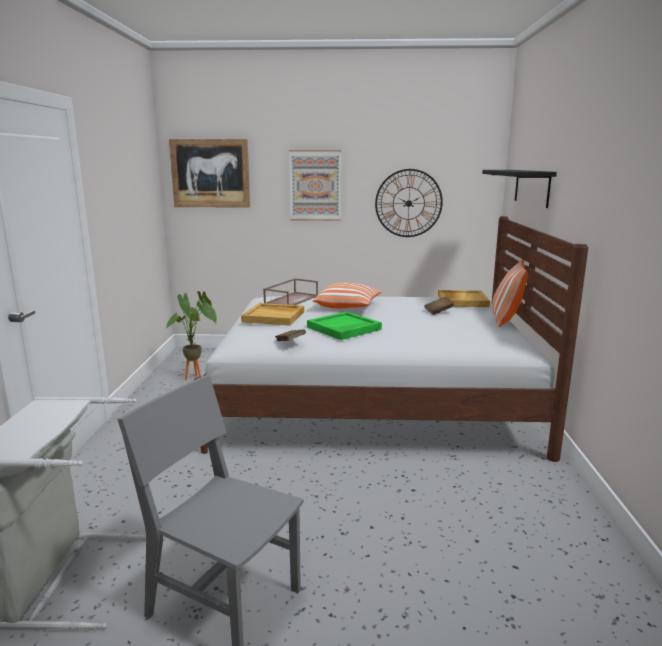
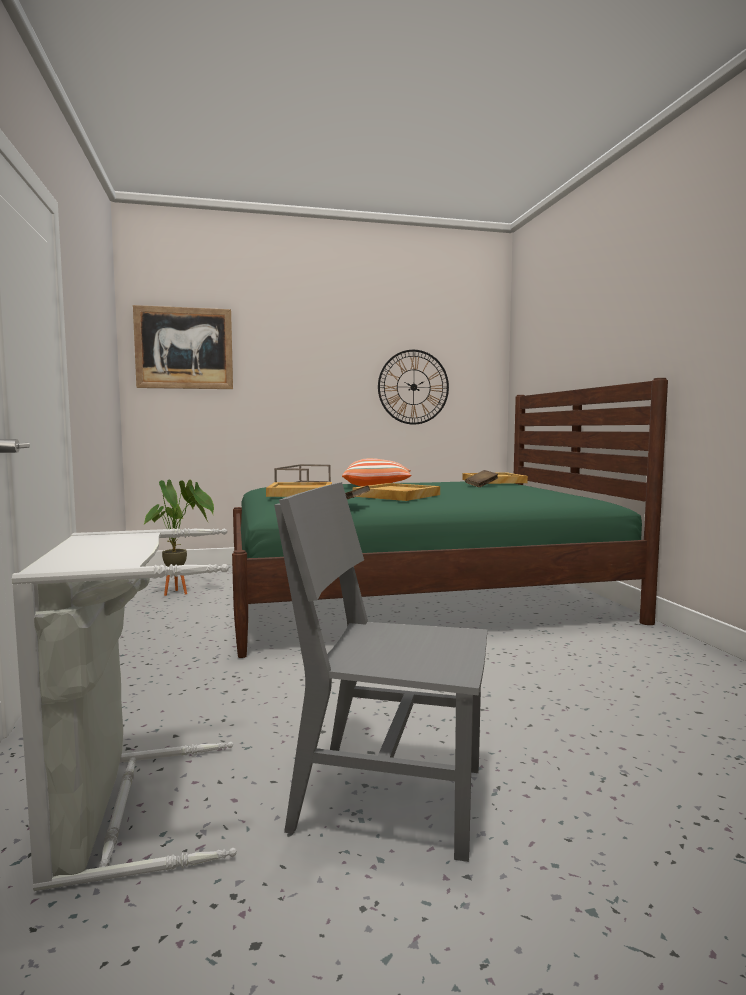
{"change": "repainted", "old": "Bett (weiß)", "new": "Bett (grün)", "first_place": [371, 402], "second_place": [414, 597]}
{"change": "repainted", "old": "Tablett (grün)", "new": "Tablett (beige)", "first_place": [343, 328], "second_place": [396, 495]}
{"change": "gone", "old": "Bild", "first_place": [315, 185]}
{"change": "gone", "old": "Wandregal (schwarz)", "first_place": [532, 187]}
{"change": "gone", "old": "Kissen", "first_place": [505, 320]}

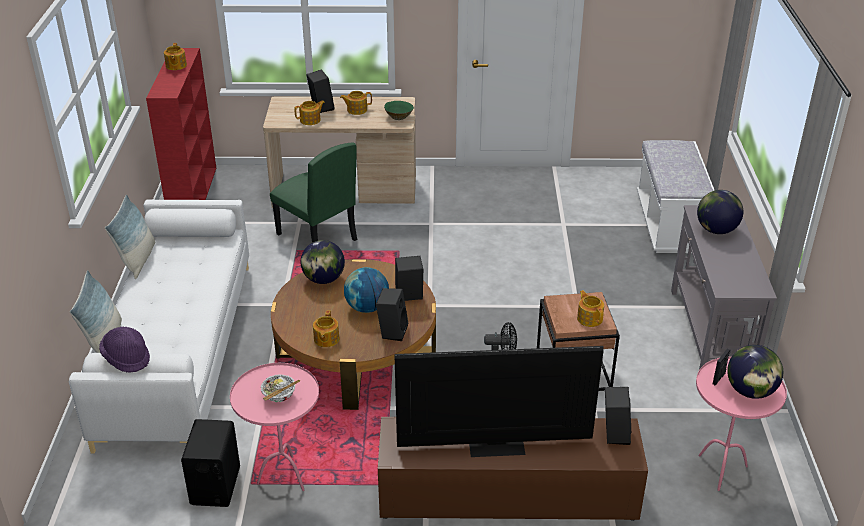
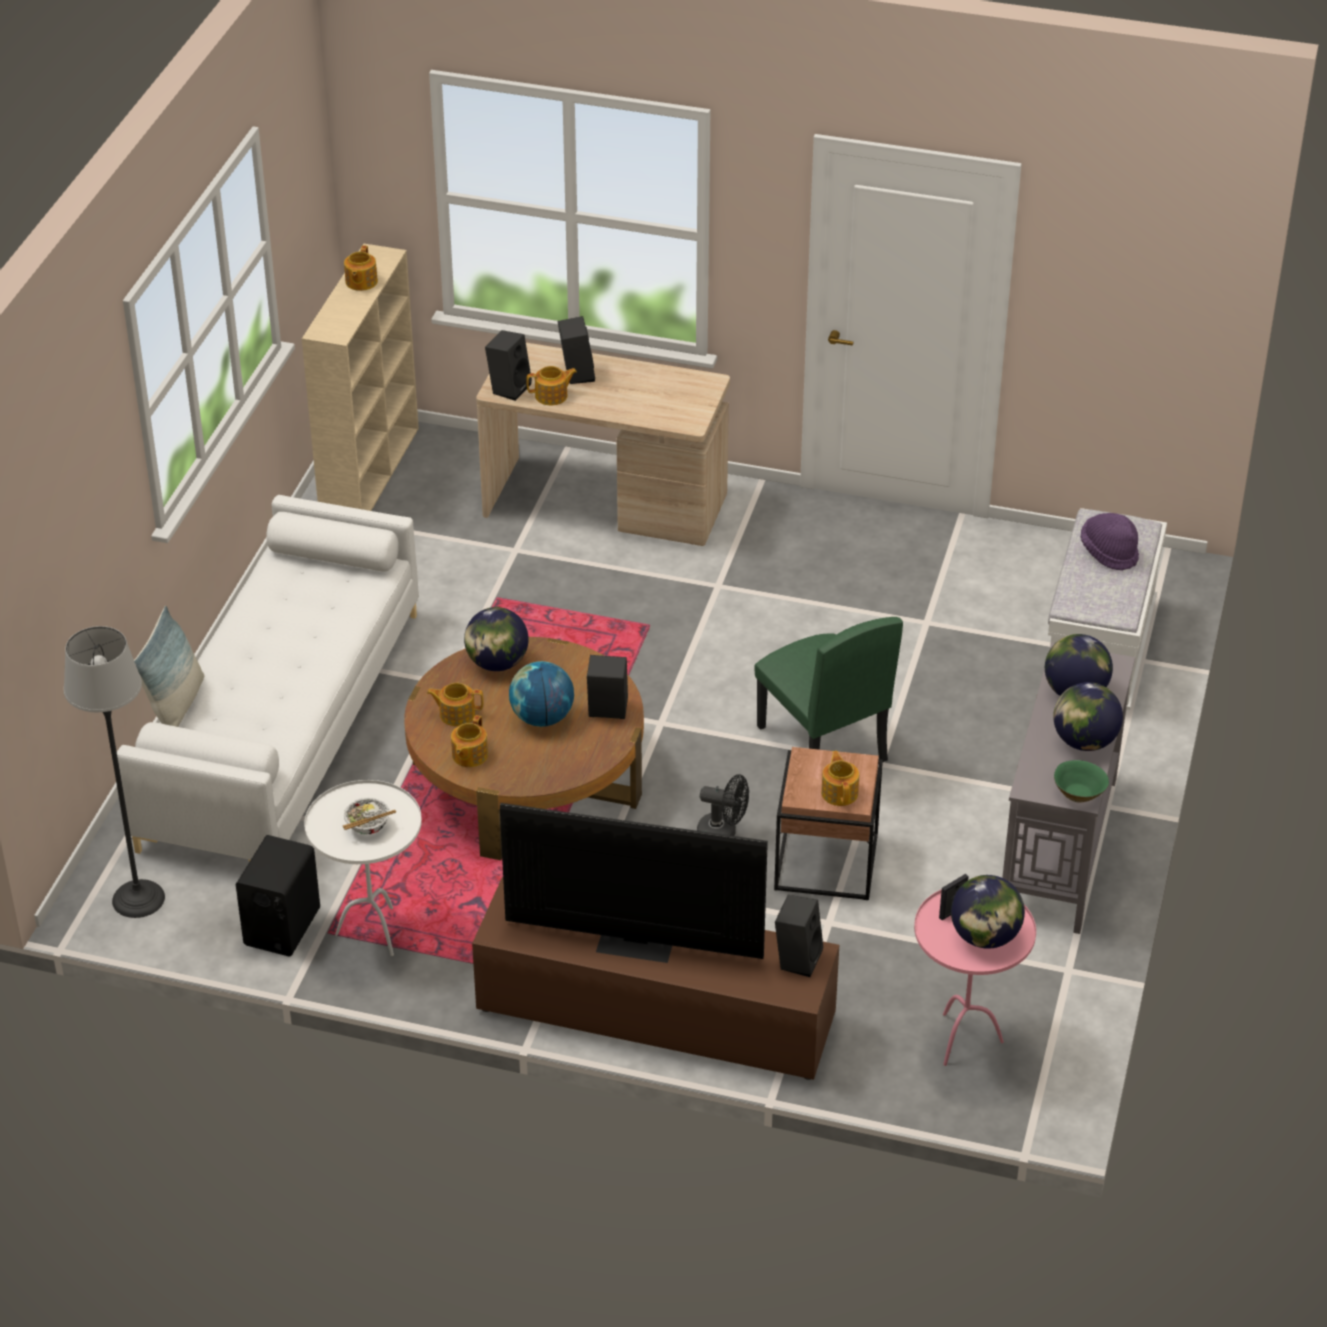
{"change": "new", "new": "Stehlampe", "second_place": [138, 898]}
{"change": "repainted", "old": "Bücherregal (rot)", "new": "Bücherregal (beige)", "first_place": [193, 194], "second_place": [370, 472]}
{"change": "repainted", "old": "Beistelltisch (rosa)", "new": "Beistelltisch (weiß)", "first_place": [284, 477], "second_place": [373, 932]}
{"change": "shifted", "old": "Teekanne", "first_place": [356, 110], "second_place": [456, 714]}
{"change": "shifted", "old": "Lautsprecher (schwarz)", "first_place": [392, 331], "second_place": [509, 387]}
{"change": "shifted", "old": "Stuhl (grün)", "first_place": [316, 237], "second_place": [821, 744]}
{"change": "new", "new": "Globus", "second_place": [1084, 741]}
{"change": "shifted", "old": "Schüssel (grün)", "first_place": [399, 117], "second_place": [1079, 793]}
{"change": "shifted", "old": "Hut (lila)", "first_place": [127, 358], "second_place": [1109, 552]}
{"change": "gone", "old": "Kissen", "first_place": [138, 260]}

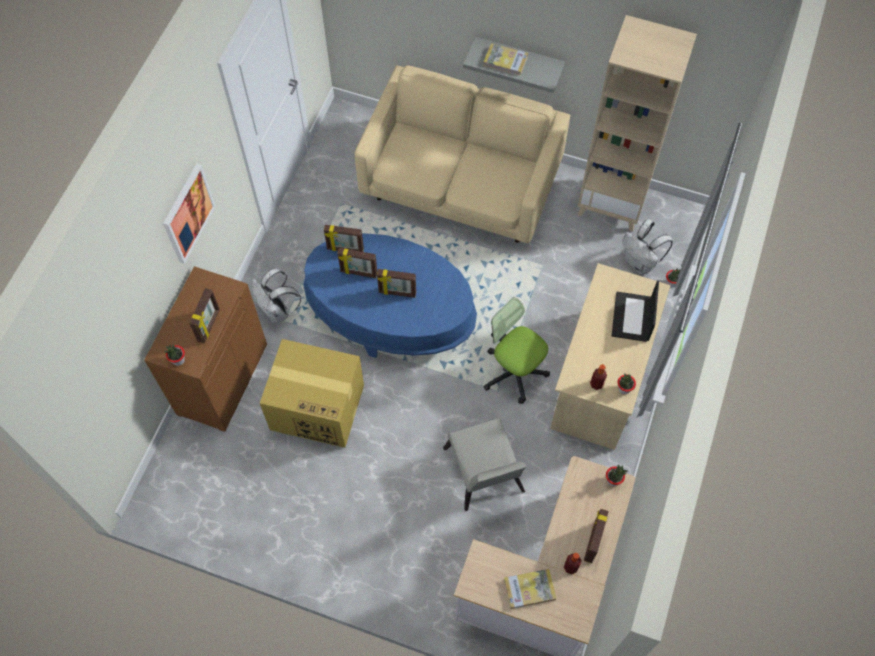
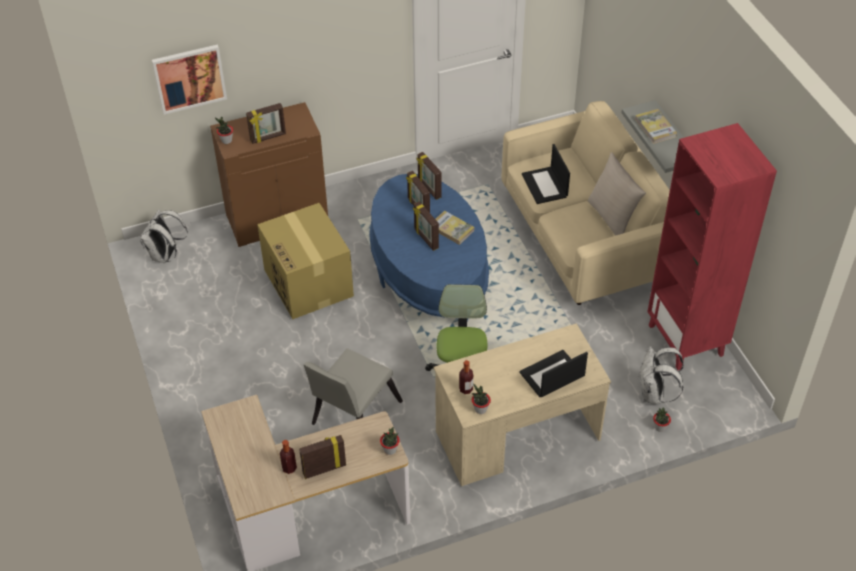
{"change": "shifted", "old": "Rucksack (weiß)", "first_place": [277, 311], "second_place": [166, 255]}
{"change": "shifted", "old": "Bild", "first_place": [187, 213], "second_place": [189, 78]}
{"change": "shifted", "old": "Buch", "first_place": [529, 589], "second_place": [451, 229]}
{"change": "new", "new": "Laptop", "second_place": [545, 186]}
{"change": "new", "new": "Kissen (beige)", "second_place": [612, 218]}
{"change": "repainted", "old": "Bücherregal (beige)", "new": "Bücherregal (rot)", "first_place": [612, 204], "second_place": [686, 340]}

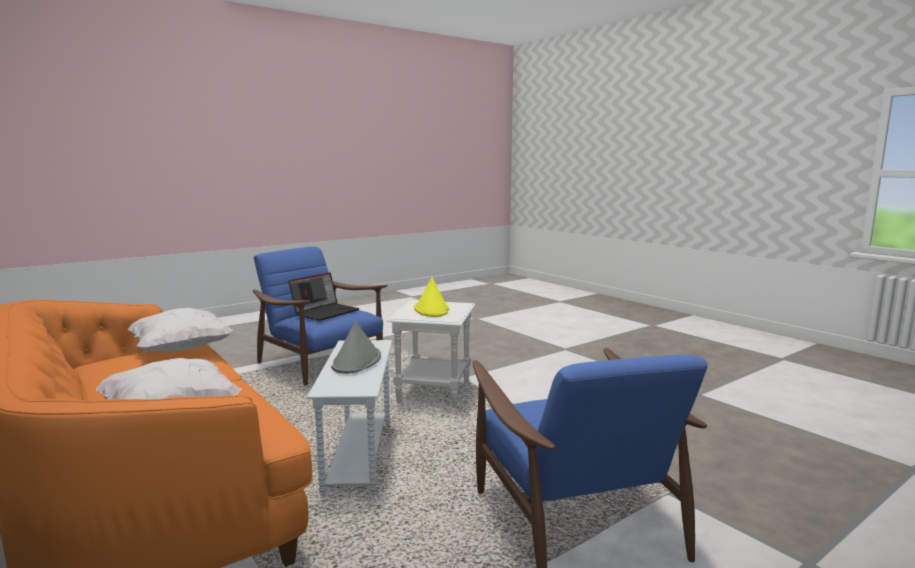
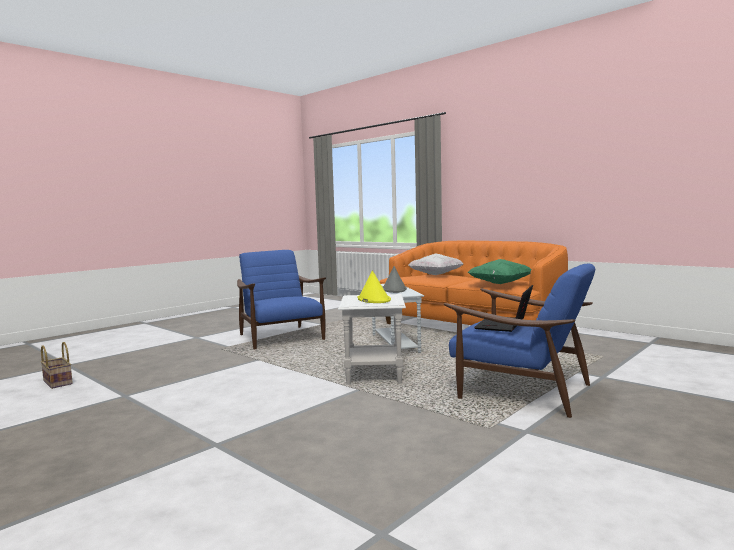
{"change": "new", "new": "Korb", "second_place": [56, 382]}
{"change": "repainted", "old": "Kissen (weiß)", "new": "Kissen (grün)", "first_place": [182, 350], "second_place": [500, 284]}

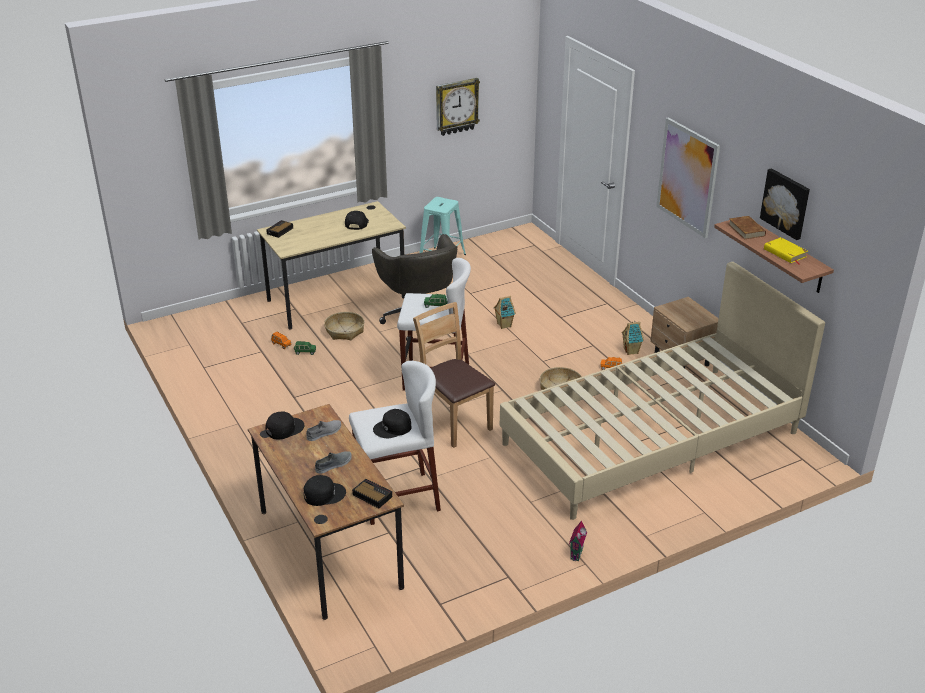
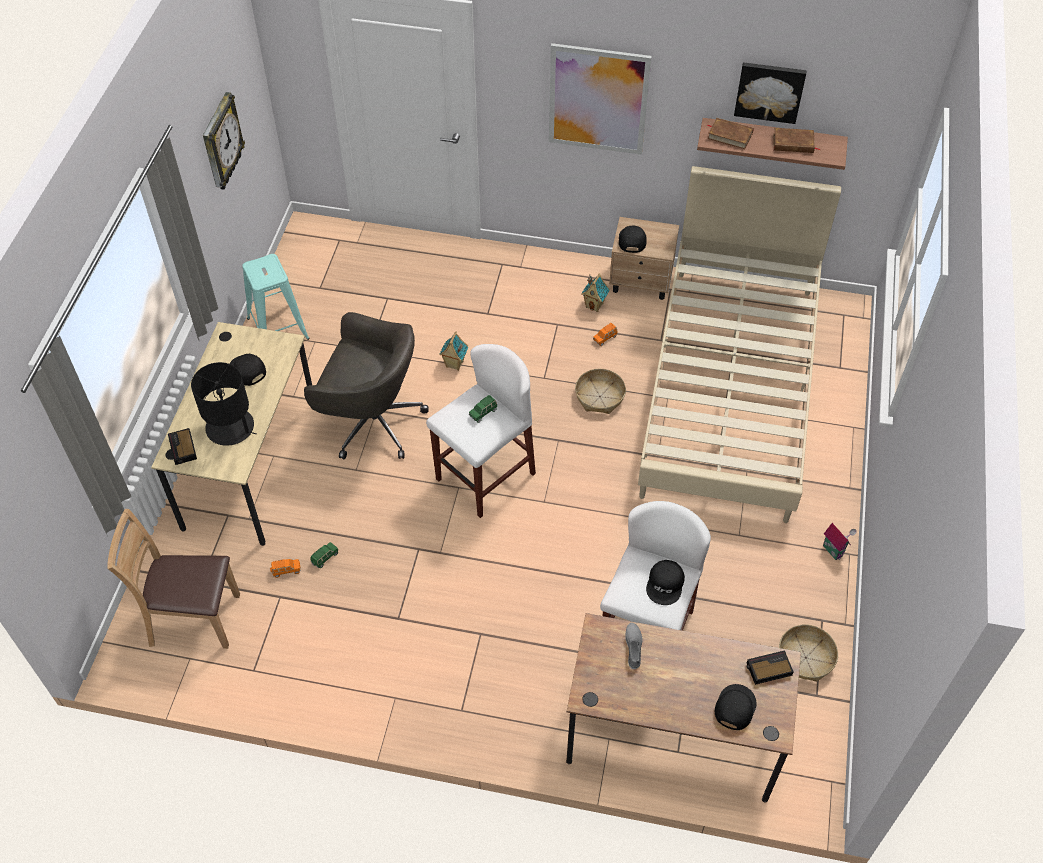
{"change": "shifted", "old": "Stuhl (braun)", "first_place": [454, 422], "second_place": [193, 618]}
{"change": "new", "new": "Tischlampe (schwarz)", "second_place": [230, 427]}
{"change": "shifted", "old": "Kappe (schwarz)", "first_place": [284, 428], "second_place": [631, 240]}
{"change": "repainted", "old": "Buch (gelb)", "new": "Buch (braun)", "first_place": [785, 253], "second_place": [793, 143]}
{"change": "shifted", "old": "Korb", "first_place": [344, 331], "second_place": [805, 658]}
{"change": "gone", "old": "Schuh (grau)", "first_place": [334, 464]}

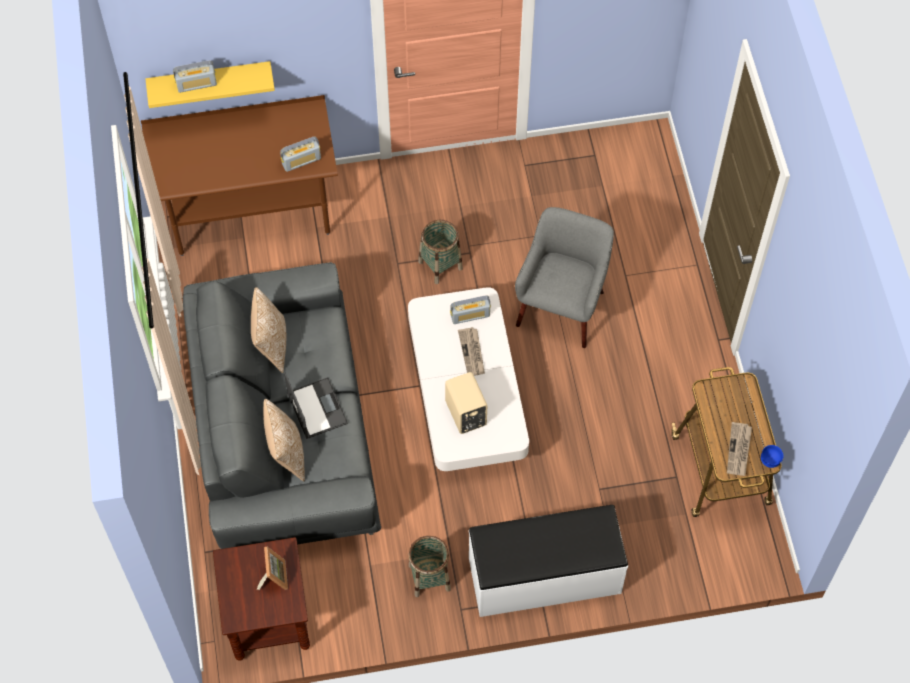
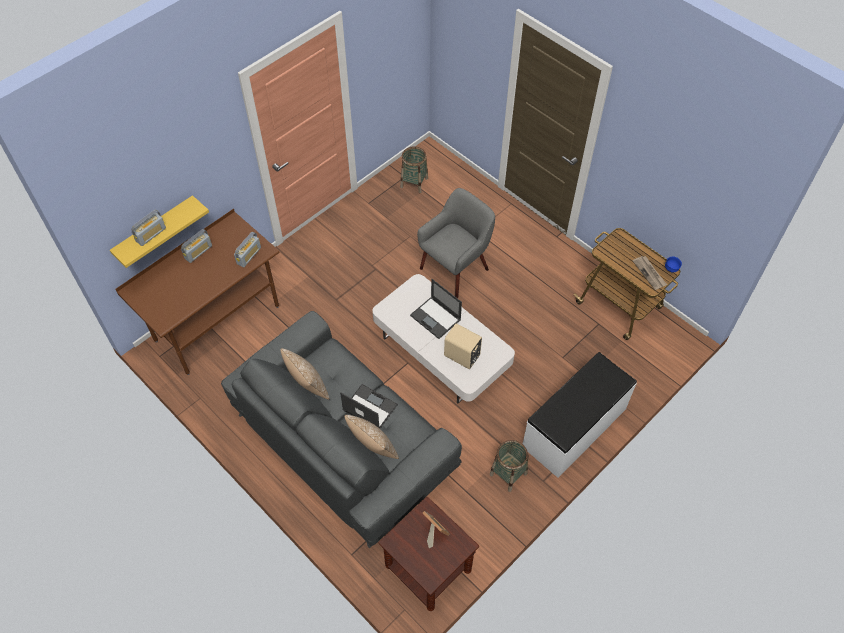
{"change": "shifted", "old": "Radio", "first_place": [470, 315], "second_place": [198, 252]}
{"change": "shifted", "old": "Korb", "first_place": [440, 265], "second_place": [414, 182]}
{"change": "swapped", "old": "Zeitung", "new": "Laptop", "first_place": [472, 353], "second_place": [436, 318]}
{"change": "rotated", "old": "Sessel (grau)", "first_place": [561, 308], "second_place": [455, 269], "degrees": 60}

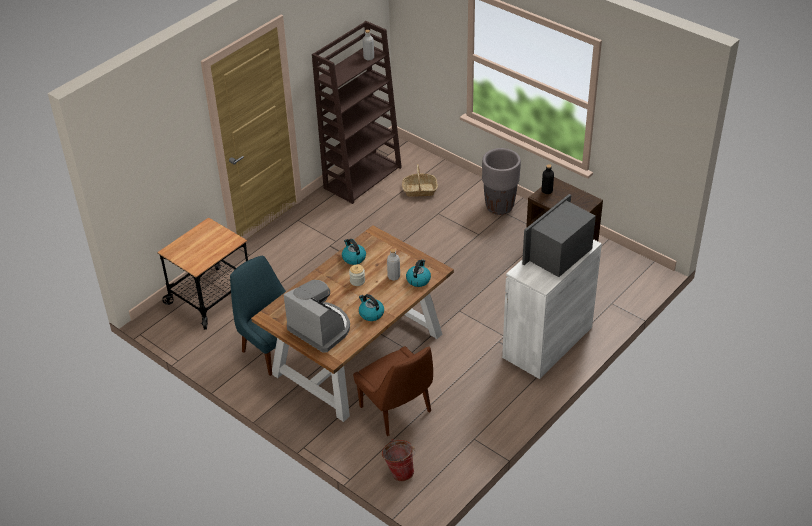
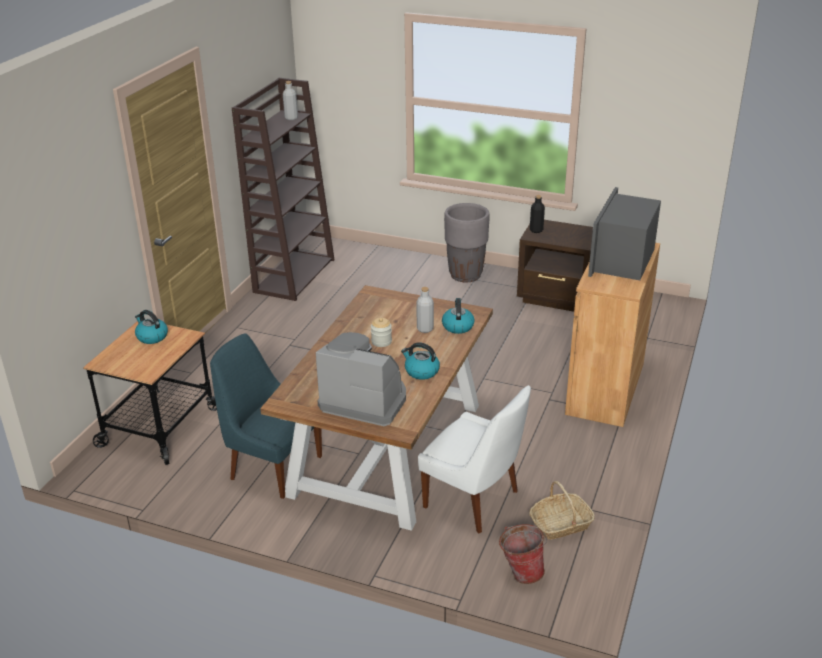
{"change": "shifted", "old": "Wasserkessel", "first_place": [353, 258], "second_place": [151, 337]}
{"change": "repainted", "old": "Stuhl (braun)", "new": "Stuhl (weiß)", "first_place": [397, 411], "second_place": [474, 501]}
{"change": "shifted", "old": "Korb", "first_place": [419, 190], "second_place": [561, 524]}
{"change": "repainted", "old": "Schrank (weiß)", "new": "Schrank (braun)", "first_place": [547, 342], "second_place": [605, 388]}

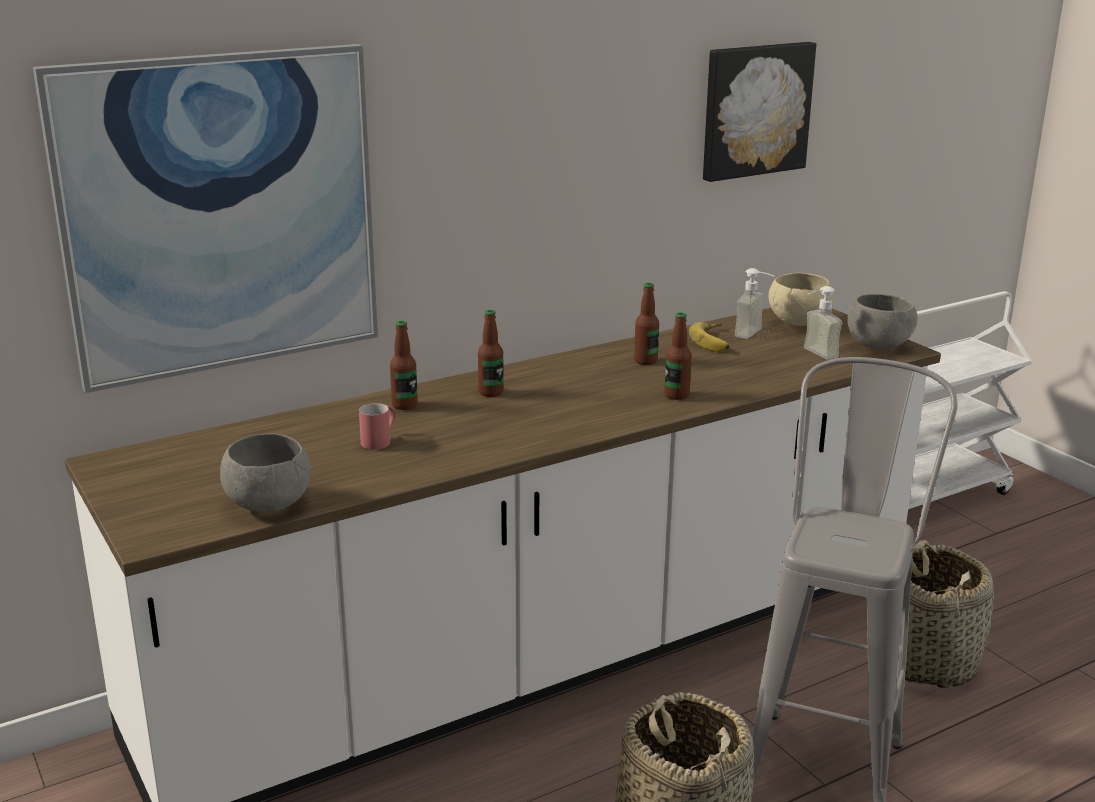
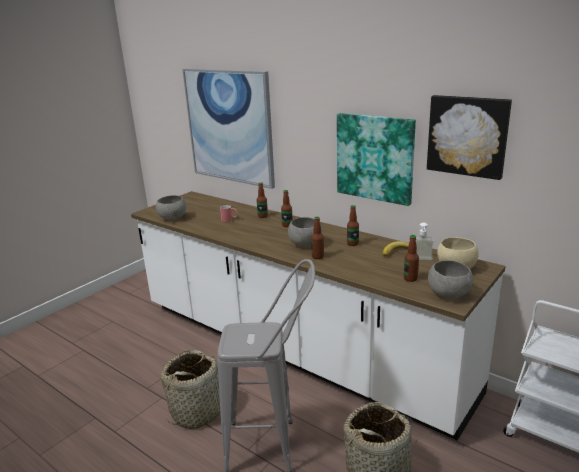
{"change": "new", "new": "Schüssel (grau)", "second_place": [305, 244]}
{"change": "new", "new": "Bild", "second_place": [375, 157]}
{"change": "swapped", "old": "Seifenspender", "new": "Flasche", "first_place": [814, 354], "second_place": [410, 279]}

